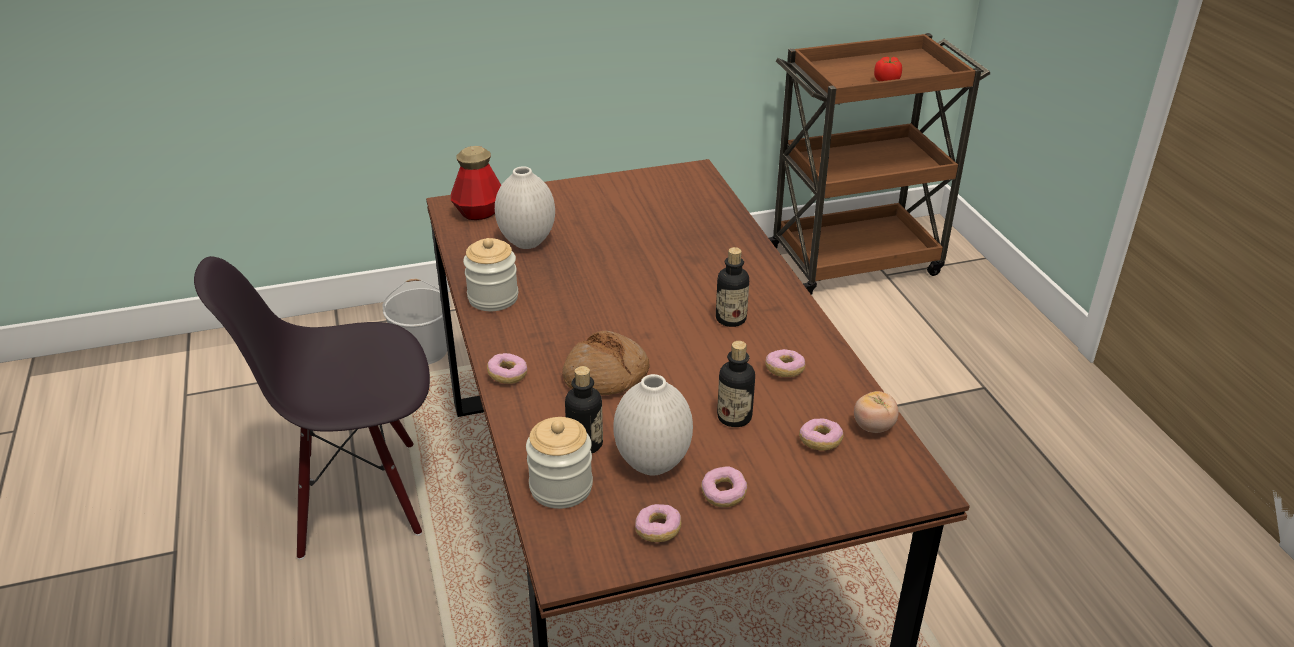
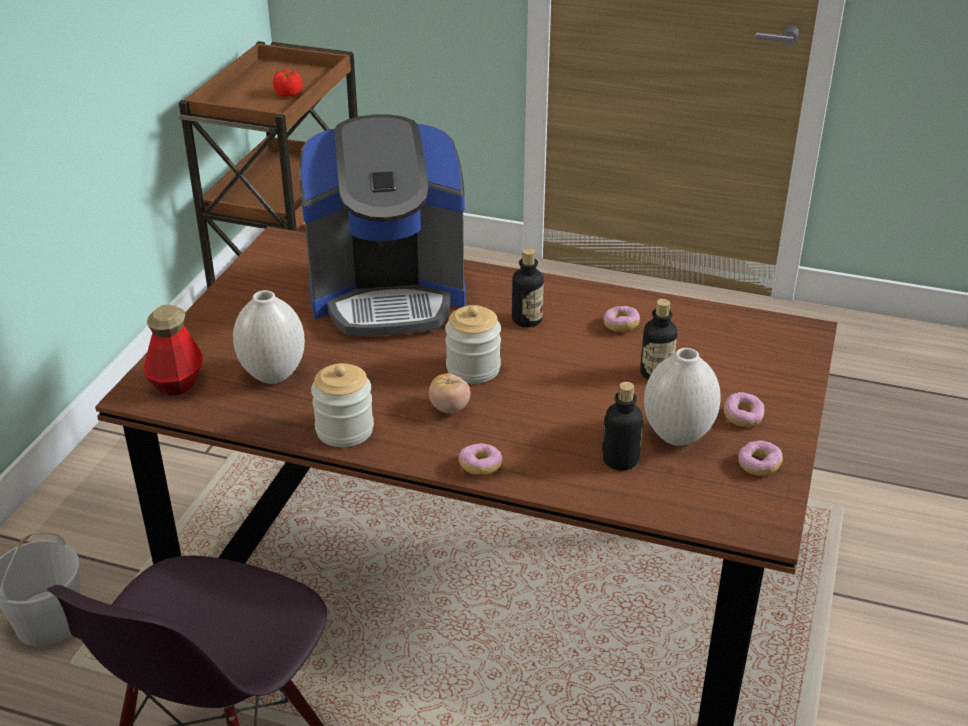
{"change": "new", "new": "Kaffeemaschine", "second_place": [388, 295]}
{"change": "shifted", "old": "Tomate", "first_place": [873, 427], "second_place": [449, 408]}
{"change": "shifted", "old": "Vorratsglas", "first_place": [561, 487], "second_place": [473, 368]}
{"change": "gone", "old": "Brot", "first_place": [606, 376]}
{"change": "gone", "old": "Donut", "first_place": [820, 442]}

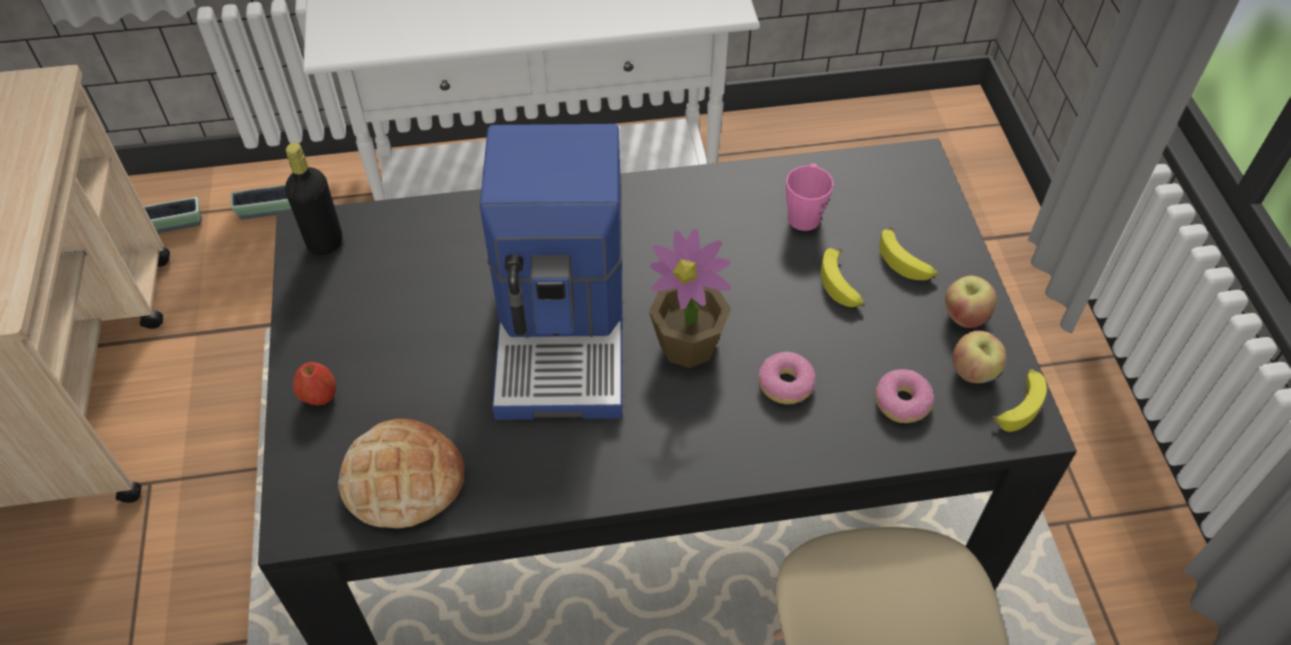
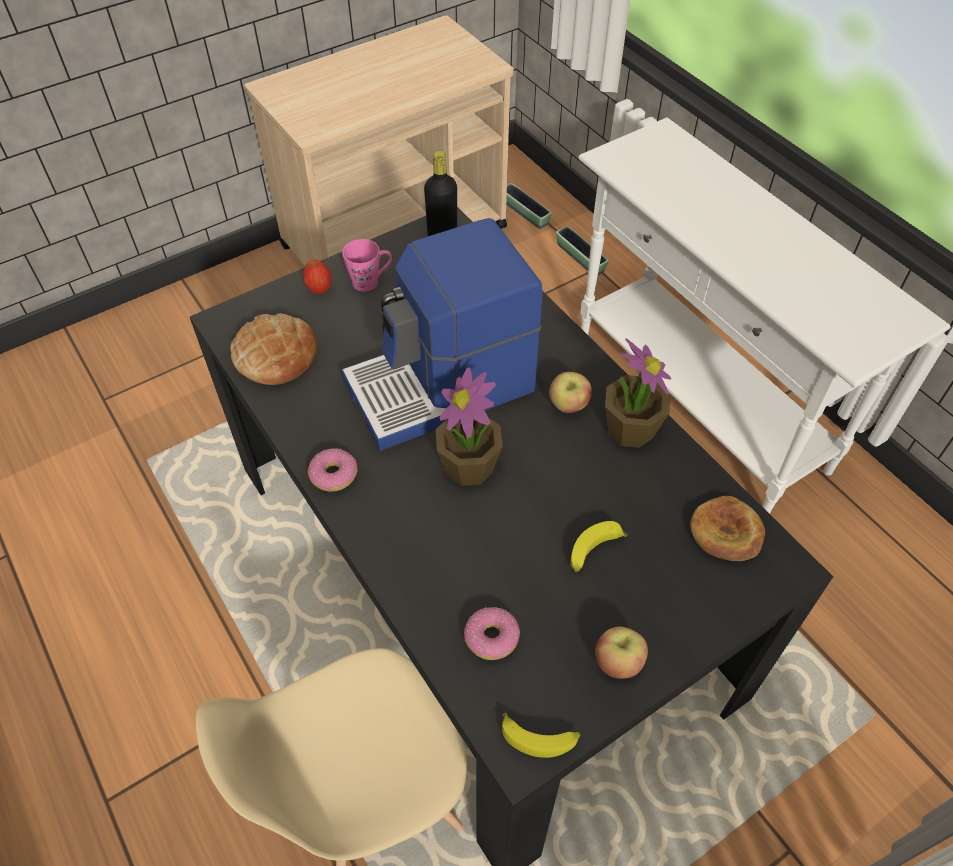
{"change": "shifted", "old": "Donut", "first_place": [786, 384], "second_place": [333, 475]}
{"change": "shifted", "old": "Henkelbecher (rosa)", "first_place": [805, 213], "second_place": [370, 281]}
{"change": "shifted", "old": "Apfel", "first_place": [973, 371], "second_place": [568, 405]}
{"change": "new", "new": "Topfpflanze", "second_place": [630, 429]}
{"change": "new", "new": "Brot", "second_place": [726, 532]}
{"change": "gone", "old": "Banane", "first_place": [906, 261]}

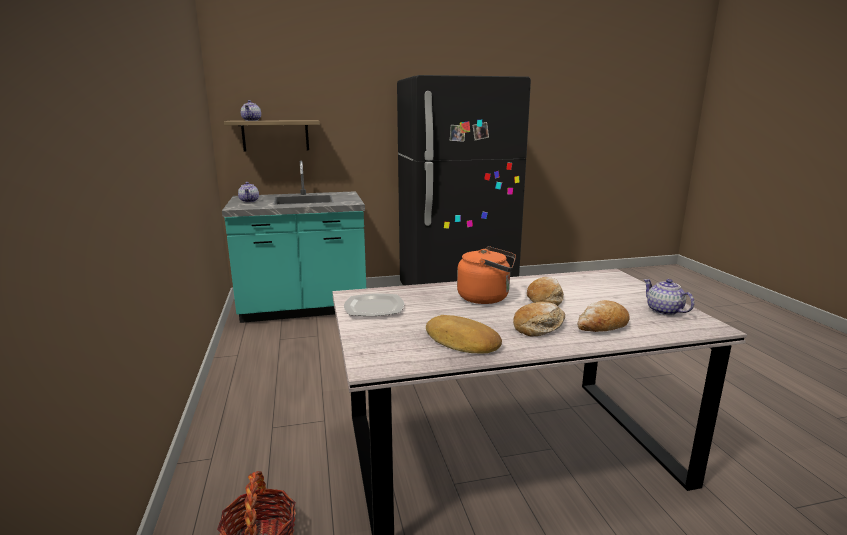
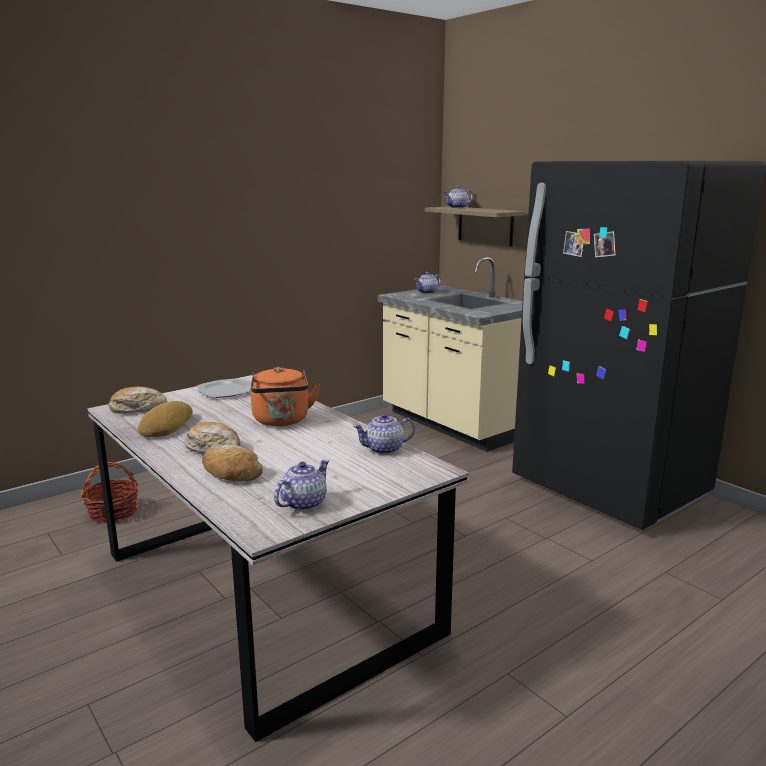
{"change": "shifted", "old": "Brot", "first_place": [545, 299], "second_place": [138, 408]}
{"change": "new", "new": "Teekanne", "second_place": [384, 449]}
{"change": "repainted", "old": "Küchenzeile (türkis)", "new": "Küchenzeile (beige)", "first_place": [304, 308], "second_place": [455, 424]}

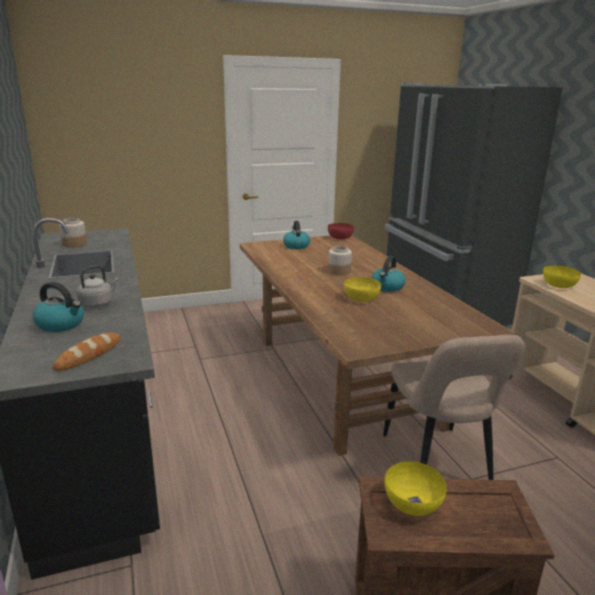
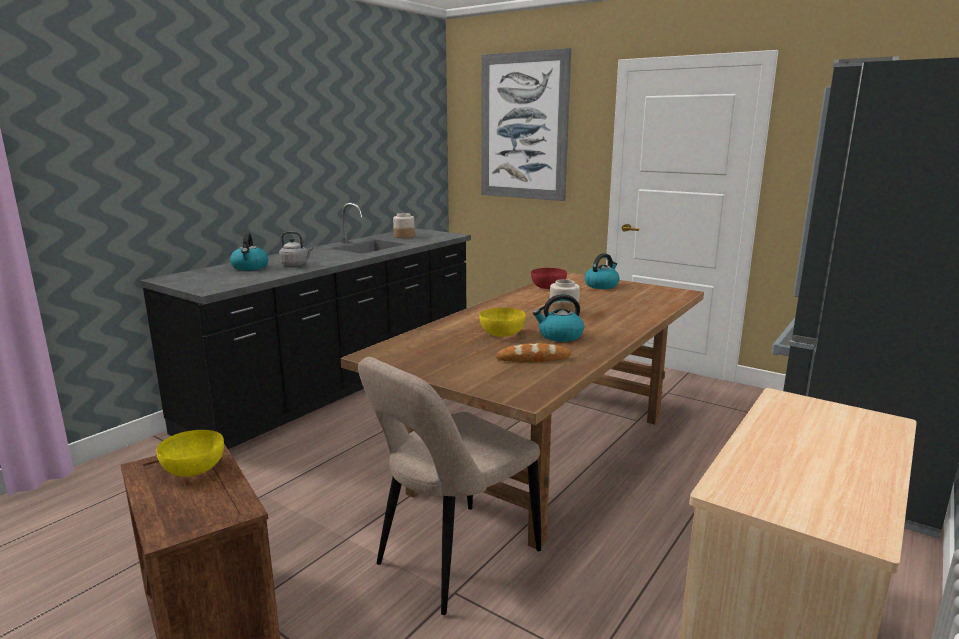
{"change": "new", "new": "Bild", "second_place": [523, 127]}
{"change": "shifted", "old": "Brot", "first_place": [89, 355], "second_place": [533, 358]}
{"change": "shifted", "old": "Schüssel (rot)", "first_place": [340, 238], "second_place": [548, 287]}
{"change": "gone", "old": "Schüssel (gelb)", "first_place": [558, 285]}

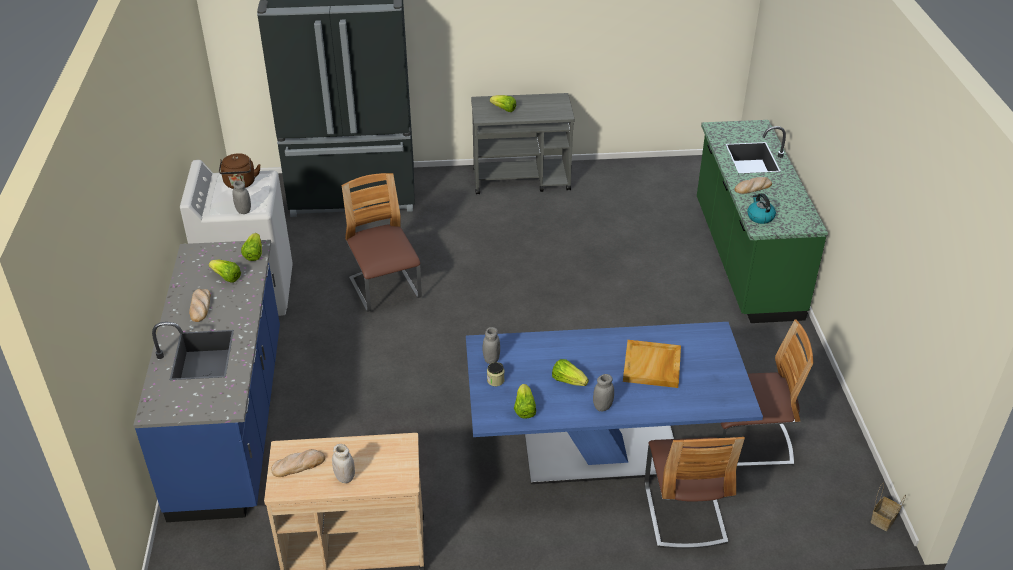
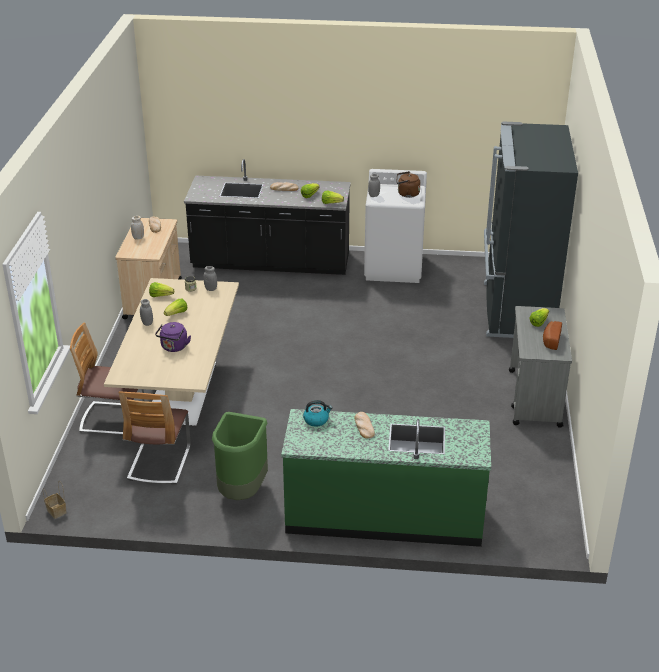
{"change": "repainted", "old": "Esstisch (blau)", "new": "Esstisch (beige)", "first_place": [601, 452], "second_place": [181, 393]}
{"change": "swapped", "old": "Tablett (beige)", "new": "Wasserkessel (lila)", "first_place": [652, 366], "second_place": [174, 347]}
{"change": "repainted", "old": "Küchenzeile (blau)", "new": "Küchenzeile (schwarz)", "first_place": [231, 420], "second_place": [270, 262]}
{"change": "new", "new": "Mülleimer (grün)", "second_place": [242, 491]}
{"change": "new", "new": "Brot", "second_place": [550, 340]}
{"change": "gone", "old": "Stuhl", "first_place": [385, 289]}

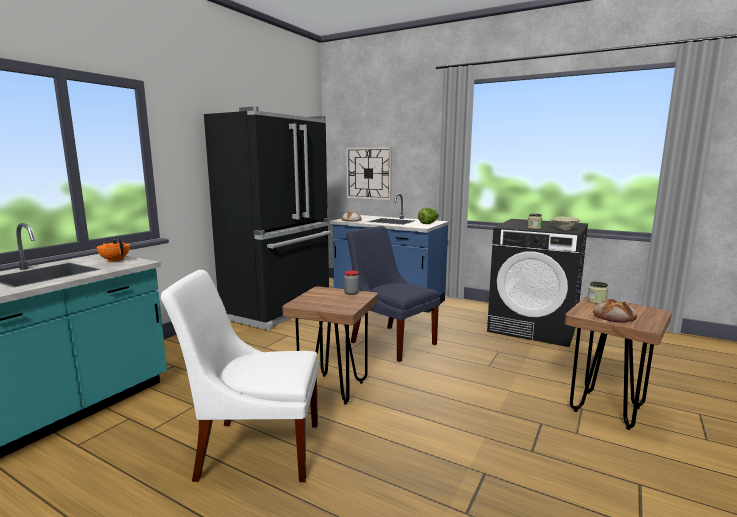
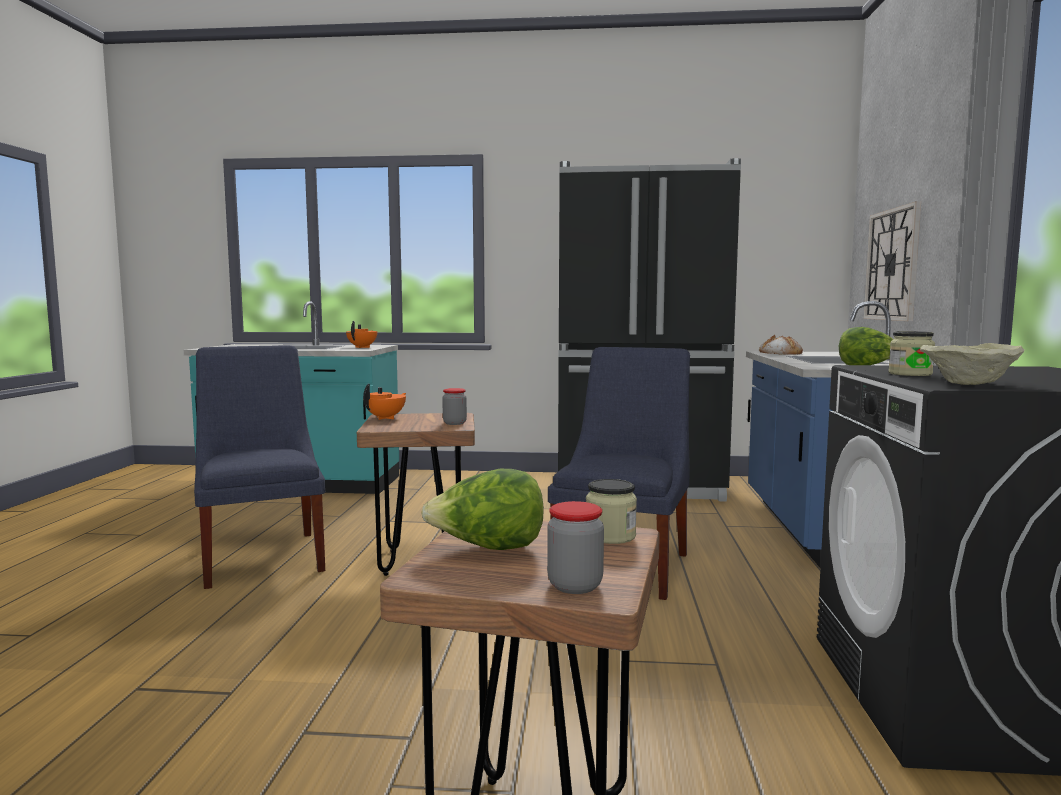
{"change": "repainted", "old": "Stuhl (weiß)", "new": "Stuhl (blau)", "first_place": [254, 449], "second_place": [263, 556]}
{"change": "new", "new": "Teekanne (orange)", "second_place": [386, 418]}
{"change": "swapped", "old": "Brot", "new": "Salatkopf", "first_place": [614, 316], "second_place": [488, 549]}
{"change": "new", "new": "Vorratsglas", "second_place": [575, 585]}

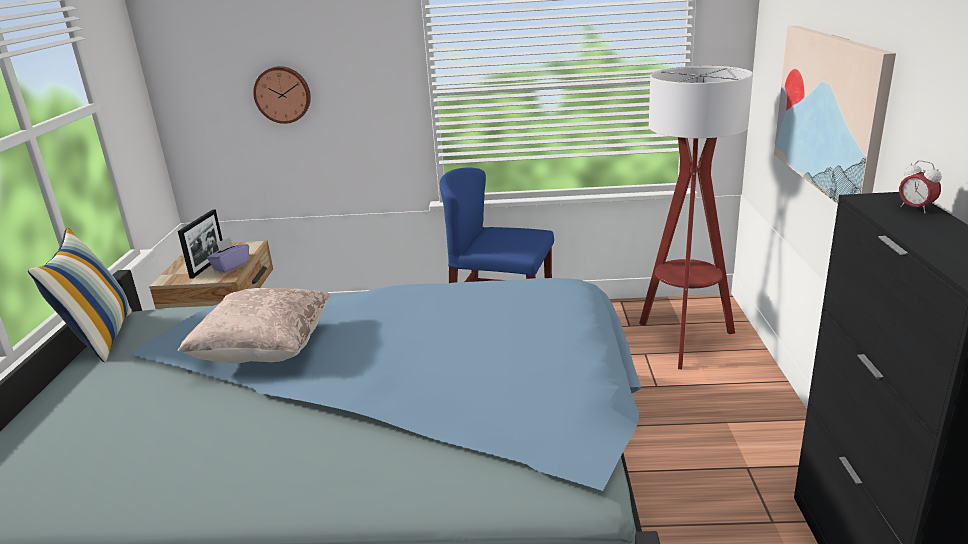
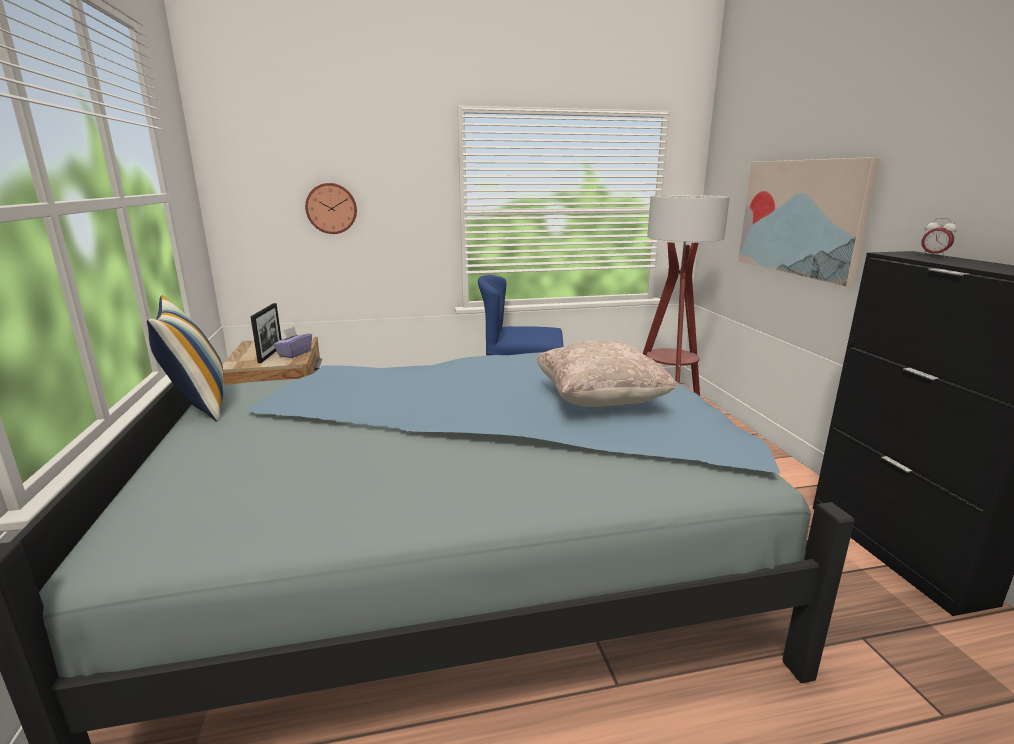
{"change": "shifted", "old": "Kissen (beige)", "first_place": [265, 352], "second_place": [599, 401]}

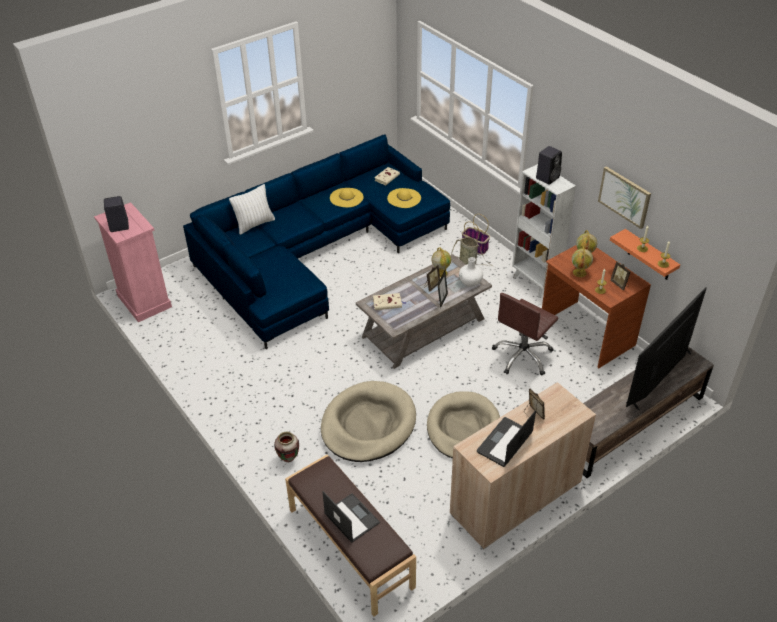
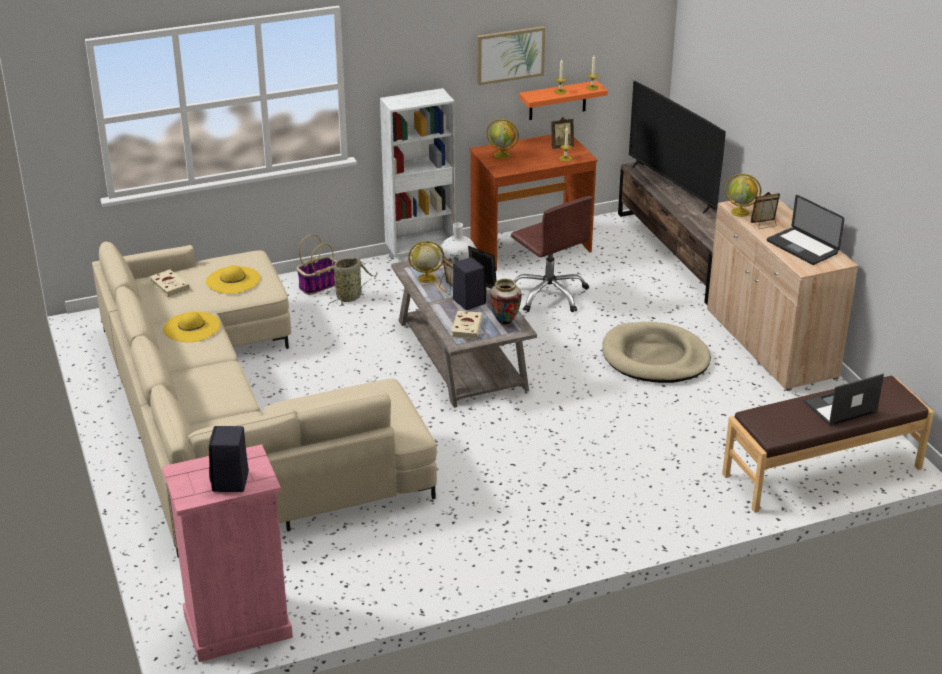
{"change": "repainted", "old": "Sofa (blau)", "new": "Sofa (beige)", "first_place": [316, 252], "second_place": [233, 420]}
{"change": "shifted", "old": "Lautsprecher (schwarz)", "first_place": [547, 177], "second_place": [468, 301]}
{"change": "shifted", "old": "Vase", "first_place": [288, 459], "second_place": [504, 322]}
{"change": "shifted", "old": "Globus", "first_place": [580, 273], "second_place": [741, 212]}
{"change": "gone", "old": "Kissen (weiß)", "first_place": [254, 224]}
{"change": "gone", "old": "Hundebett (beige)", "first_place": [368, 425]}

